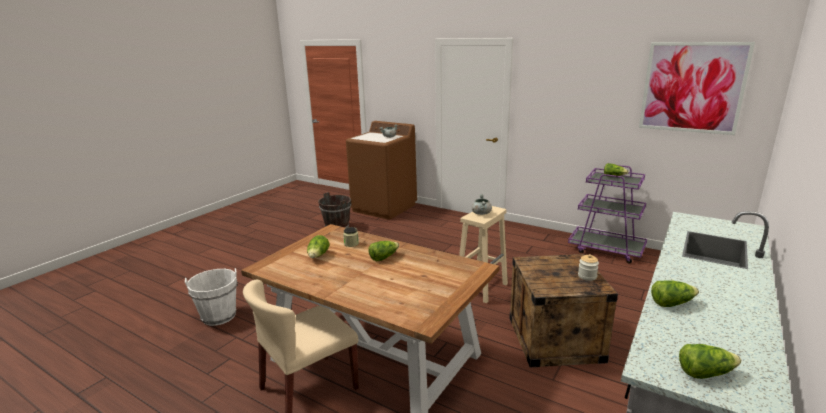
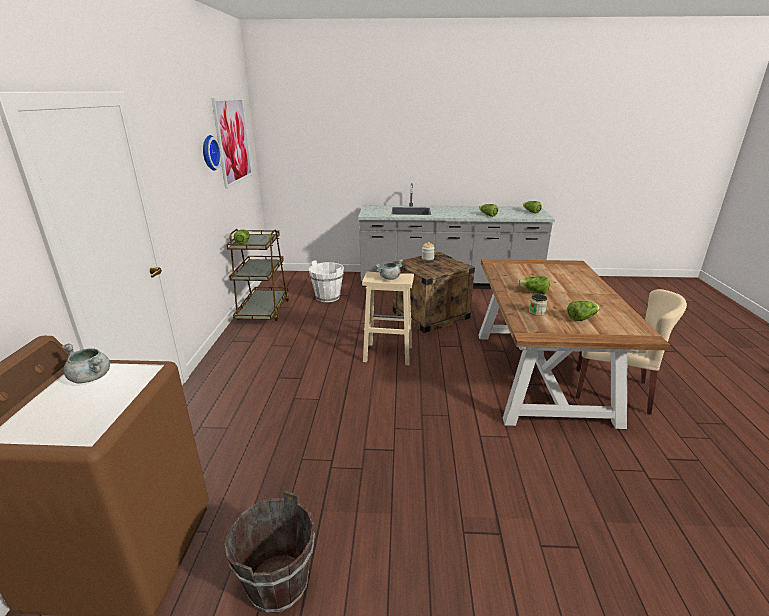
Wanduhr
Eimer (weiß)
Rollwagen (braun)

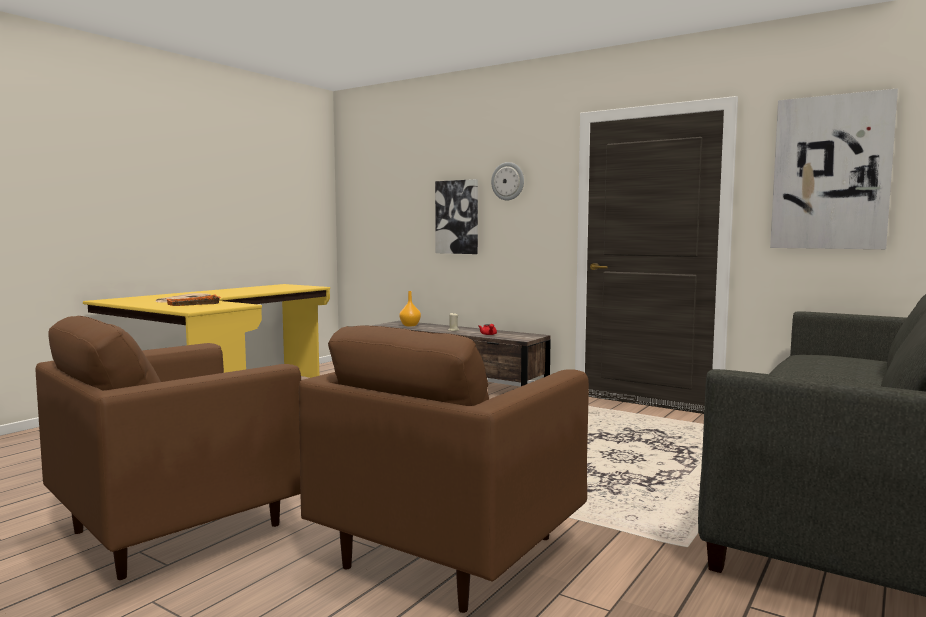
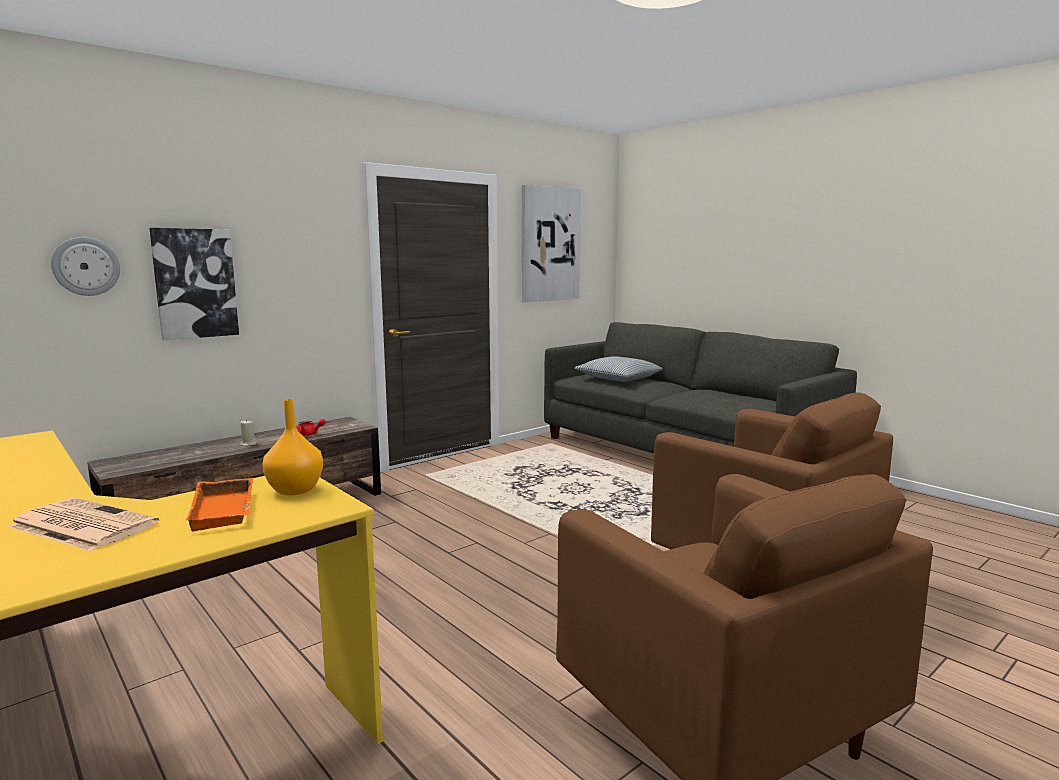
Kissen
Vase (orange)
Wanduhr

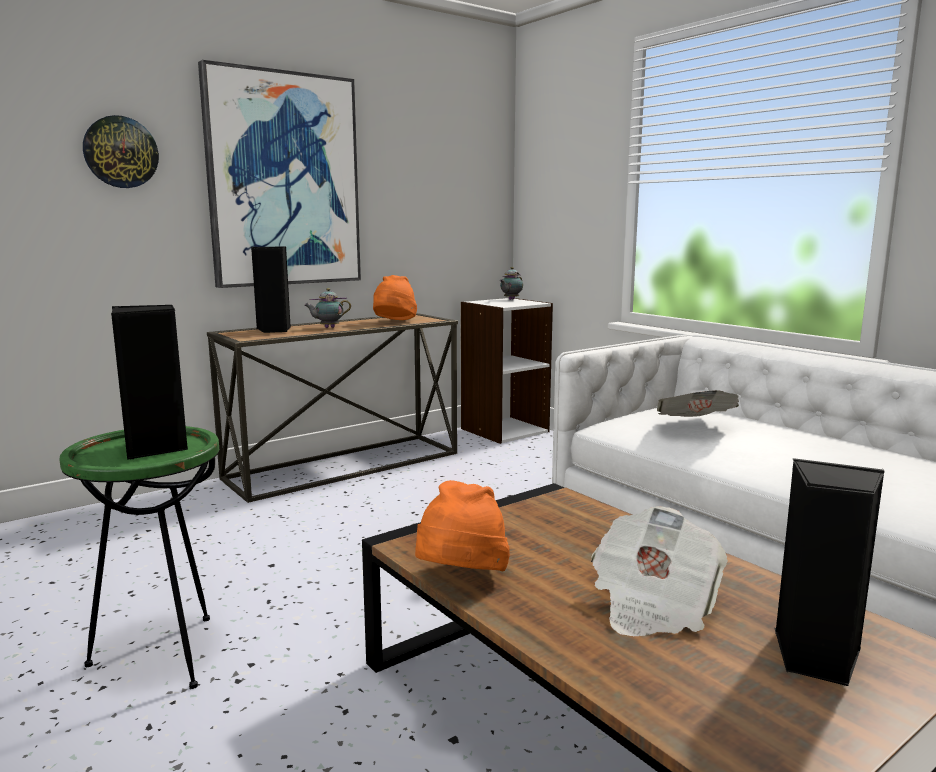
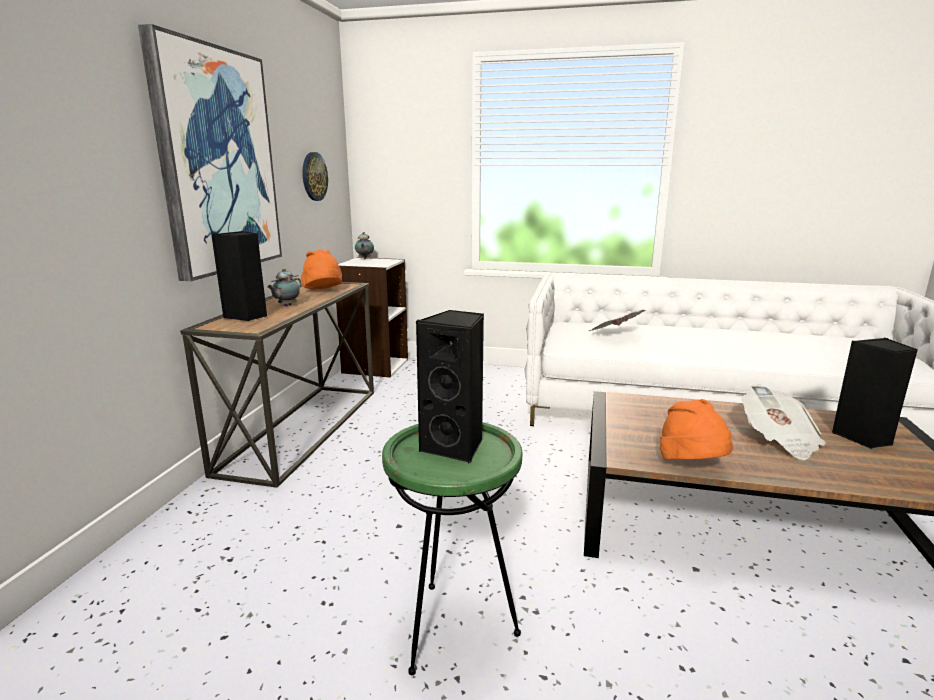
Wanduhr

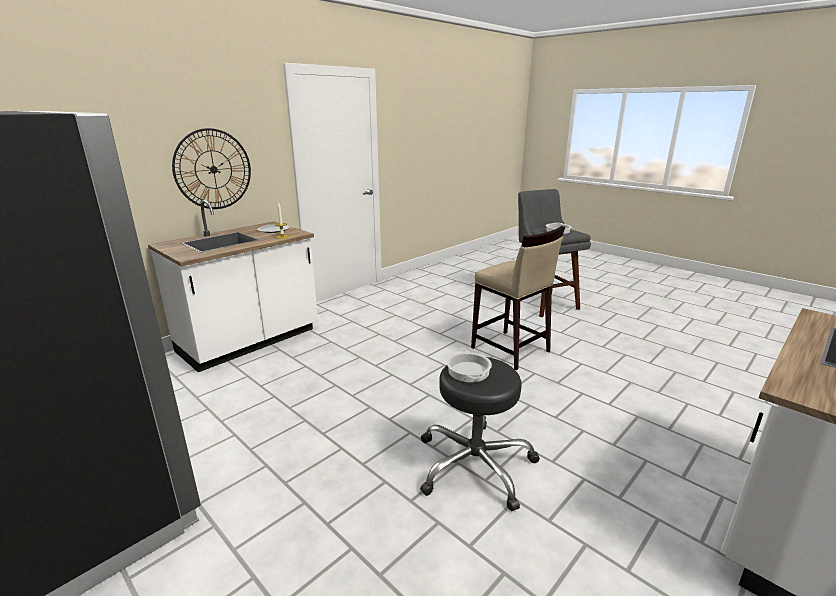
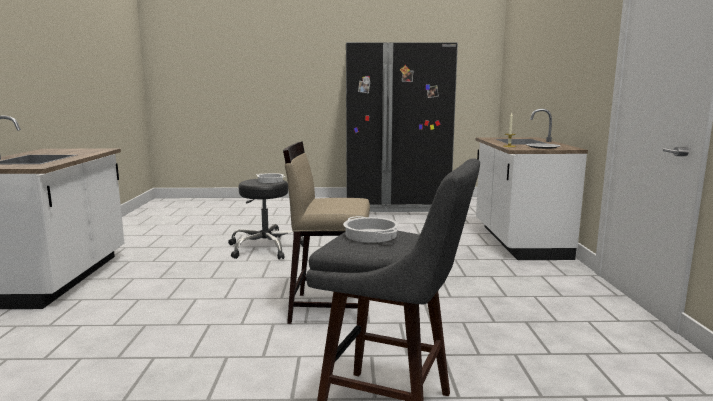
Wanduhr

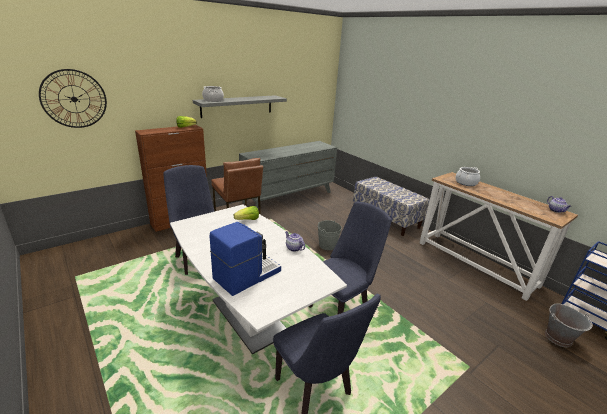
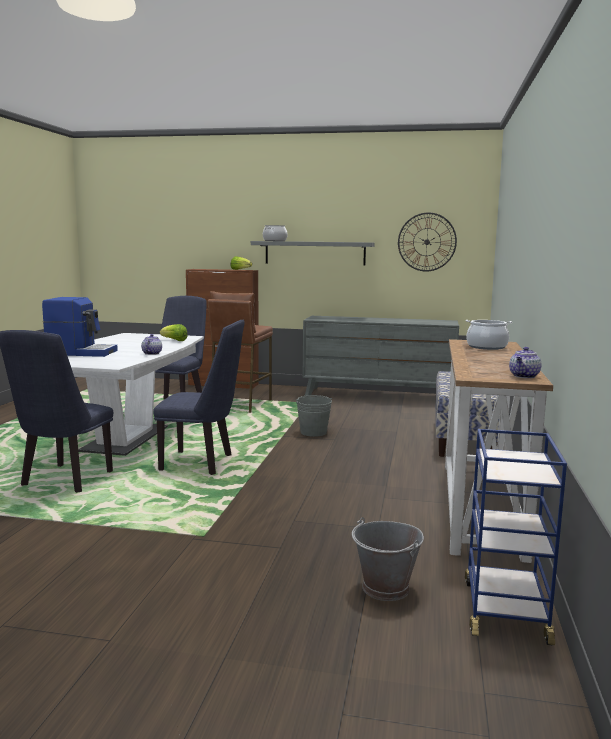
Wanduhr

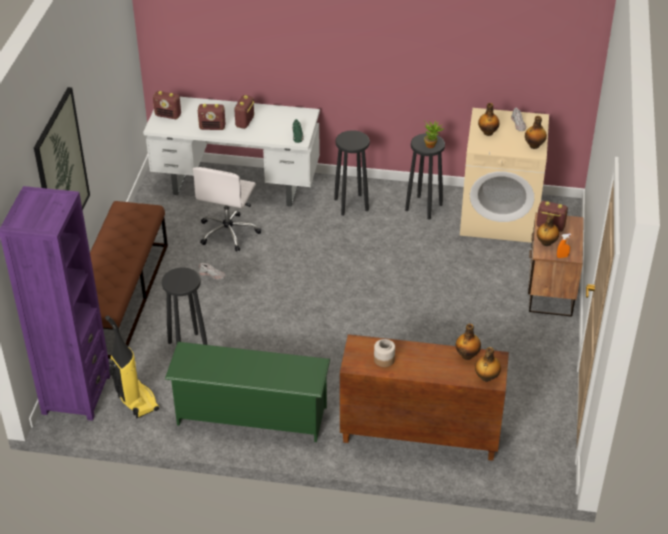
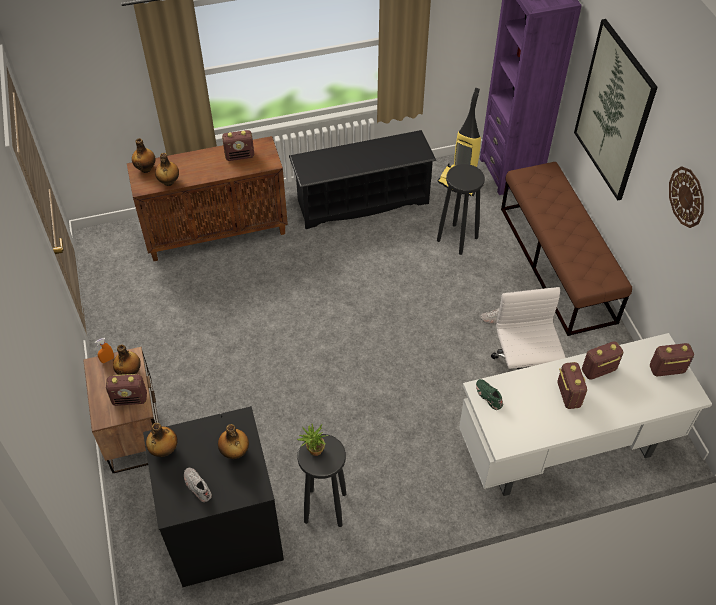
Hocker (schwarz) (no. 2 from left in the first image)
Wanduhr
Radio (no. 2 from left)
Schuhregal (schwarz)
Waschmaschine (schwarz)

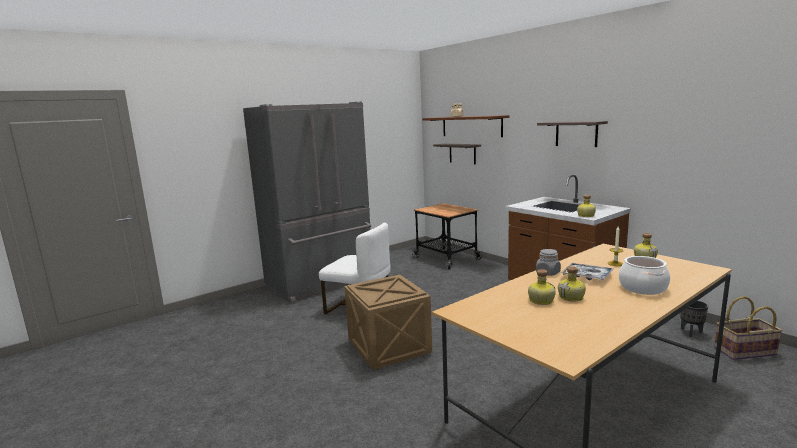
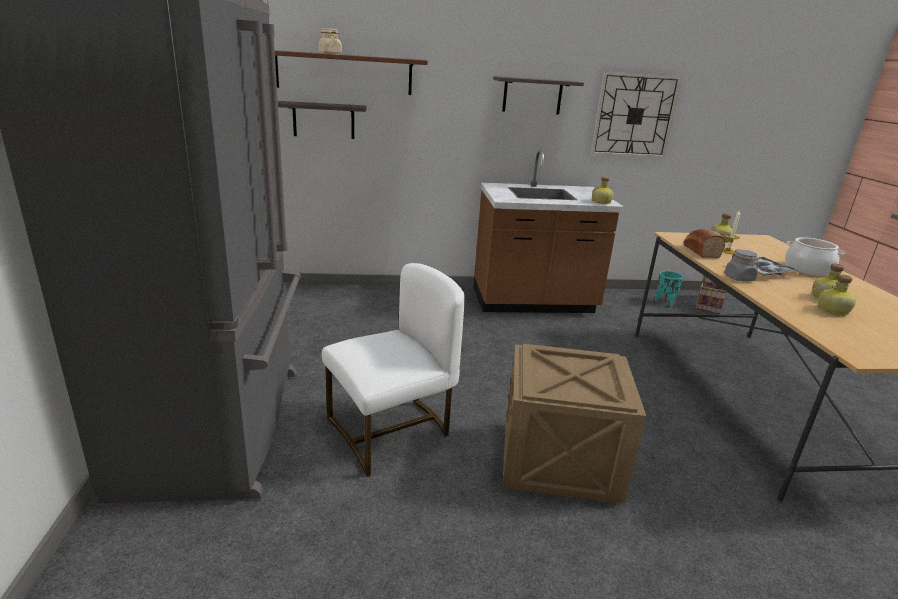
Rollwagen
Wanduhr
Brot
Pflanzkübel (türkis)

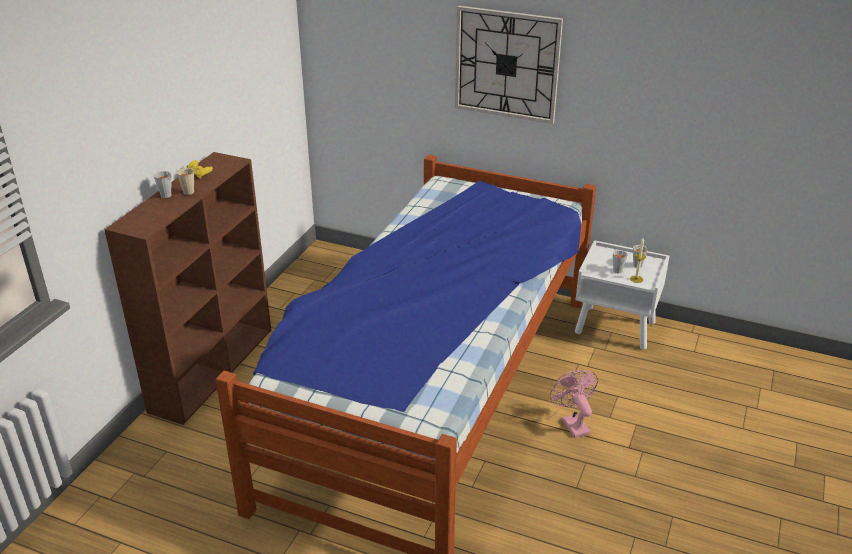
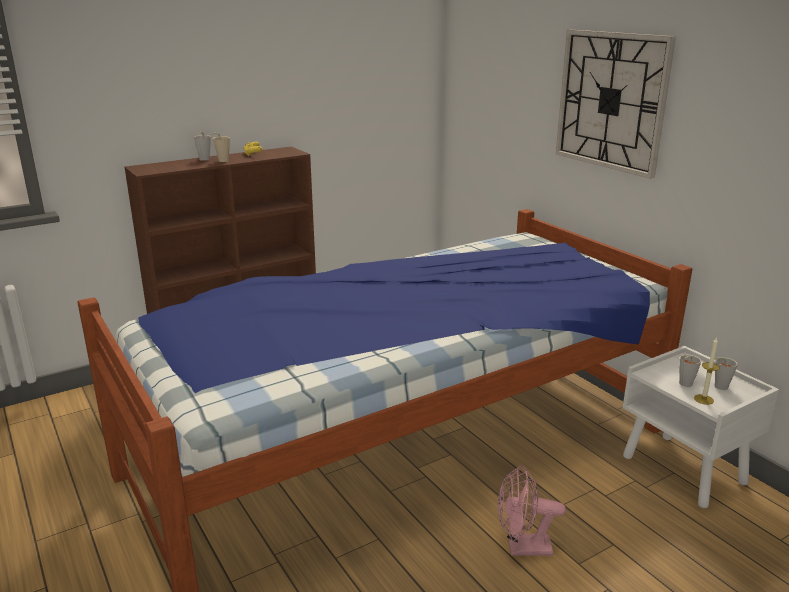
Ventilator (rosa)

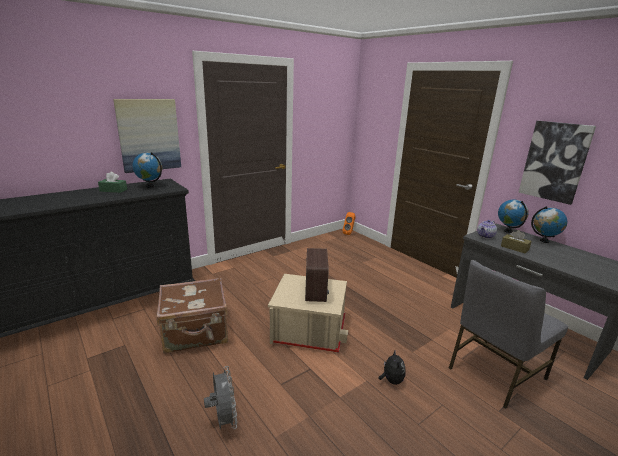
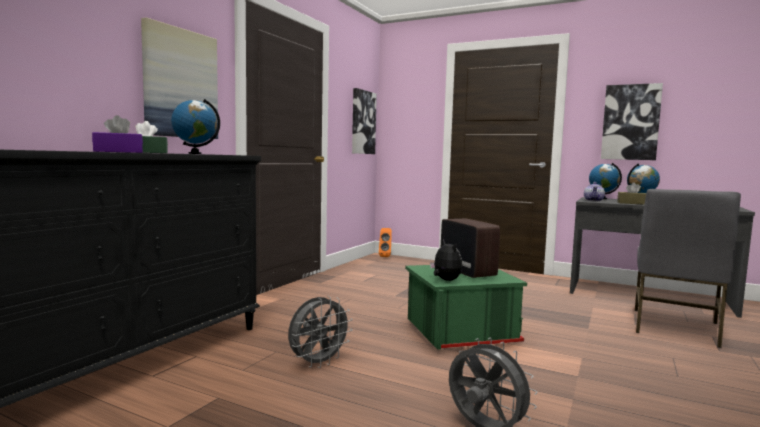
Taschentuchbox (lila)
Bild (no. 2 from left)
Plüschtier
Ventilator (grau) (no. 1 from left)
Aufbewahrungsbox (grün)

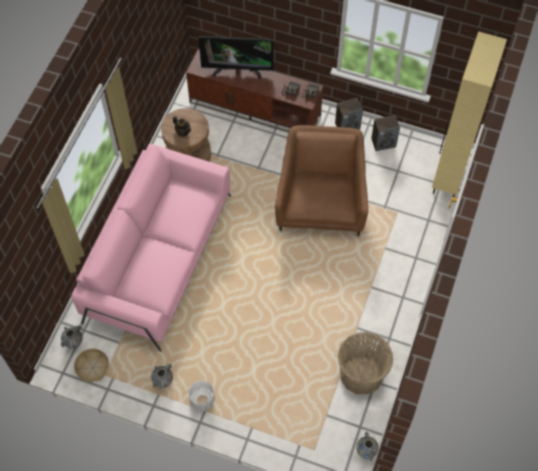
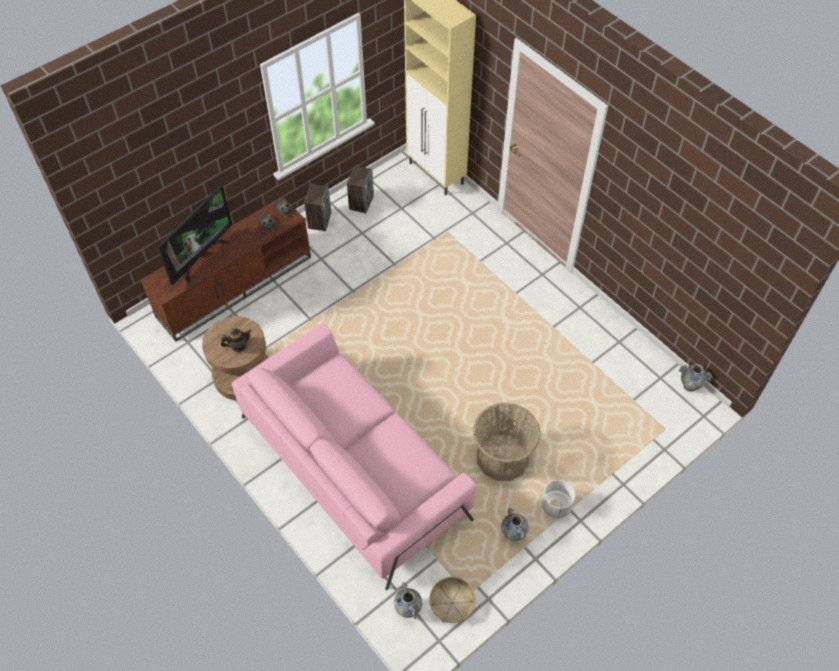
Sessel (braun)
Korb (no. 2 from left)

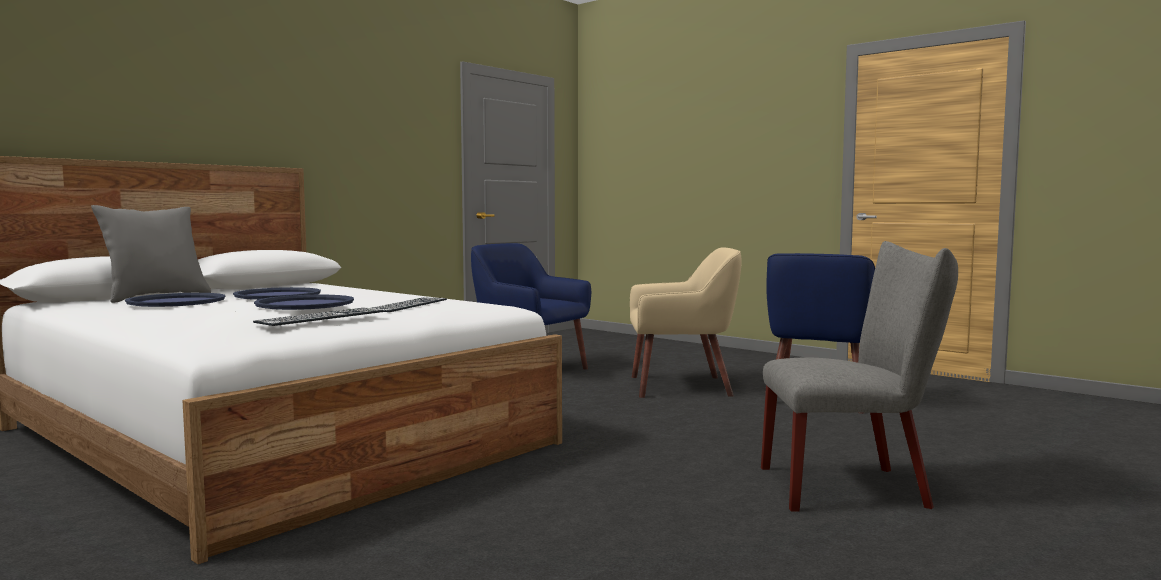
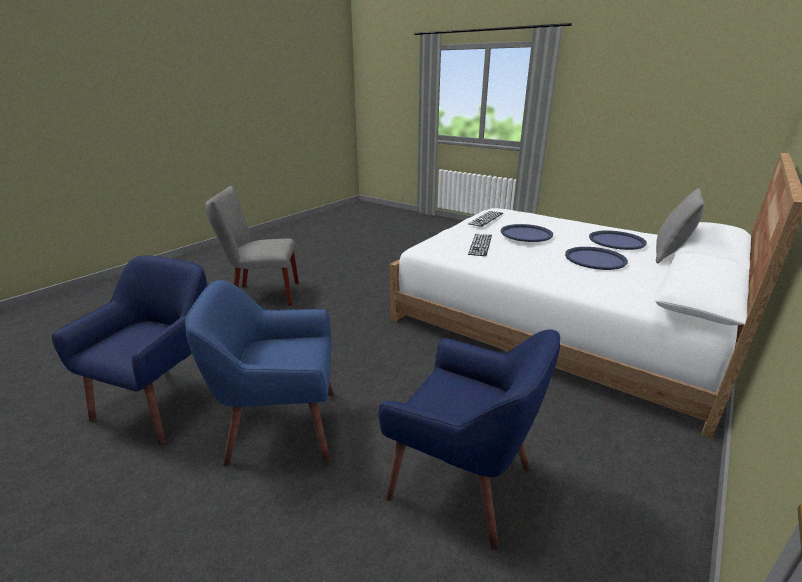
Sessel (blau) (no. 2 from left)

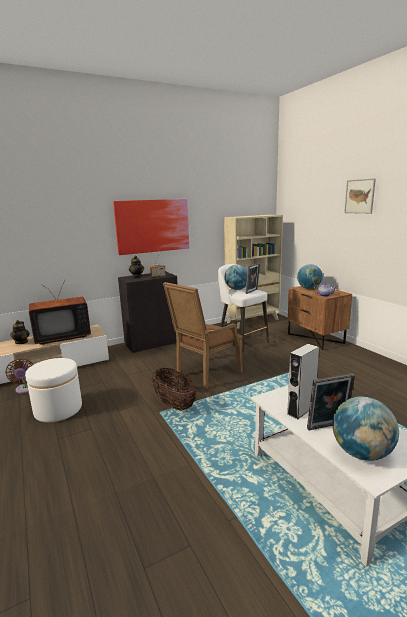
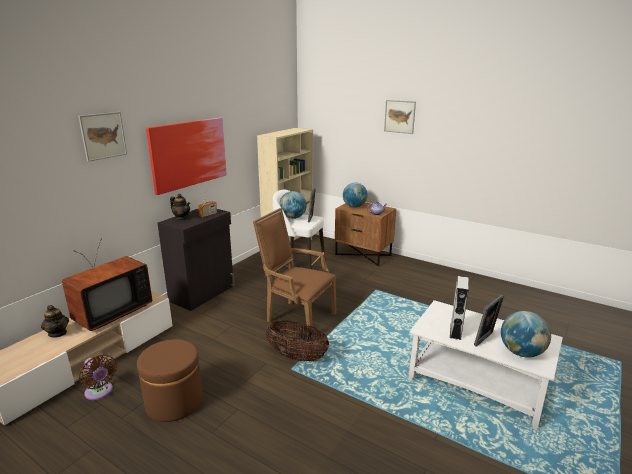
Bild (no. 1 from left)
Polsterhocker (braun)
Sessel (braun)

